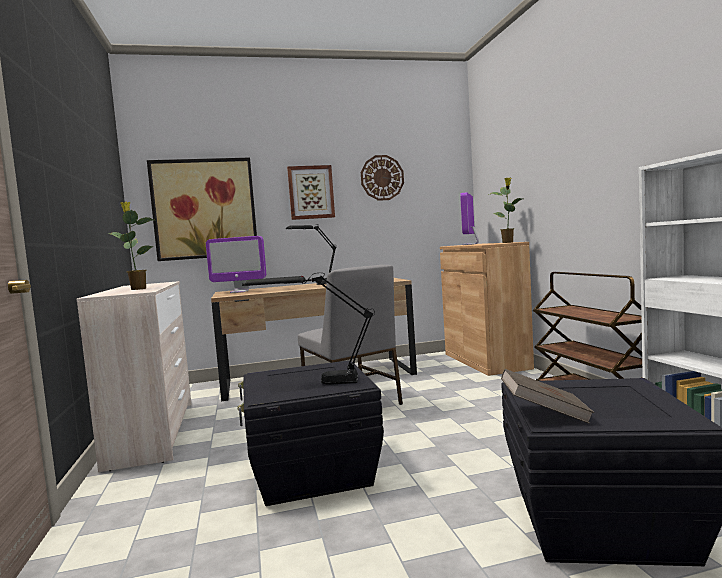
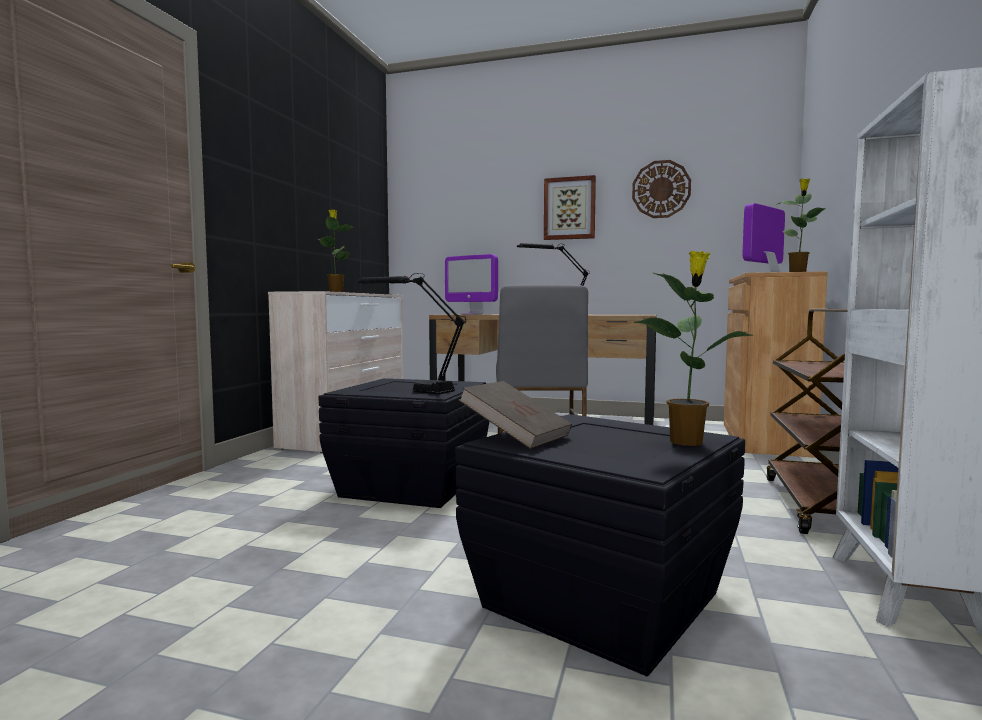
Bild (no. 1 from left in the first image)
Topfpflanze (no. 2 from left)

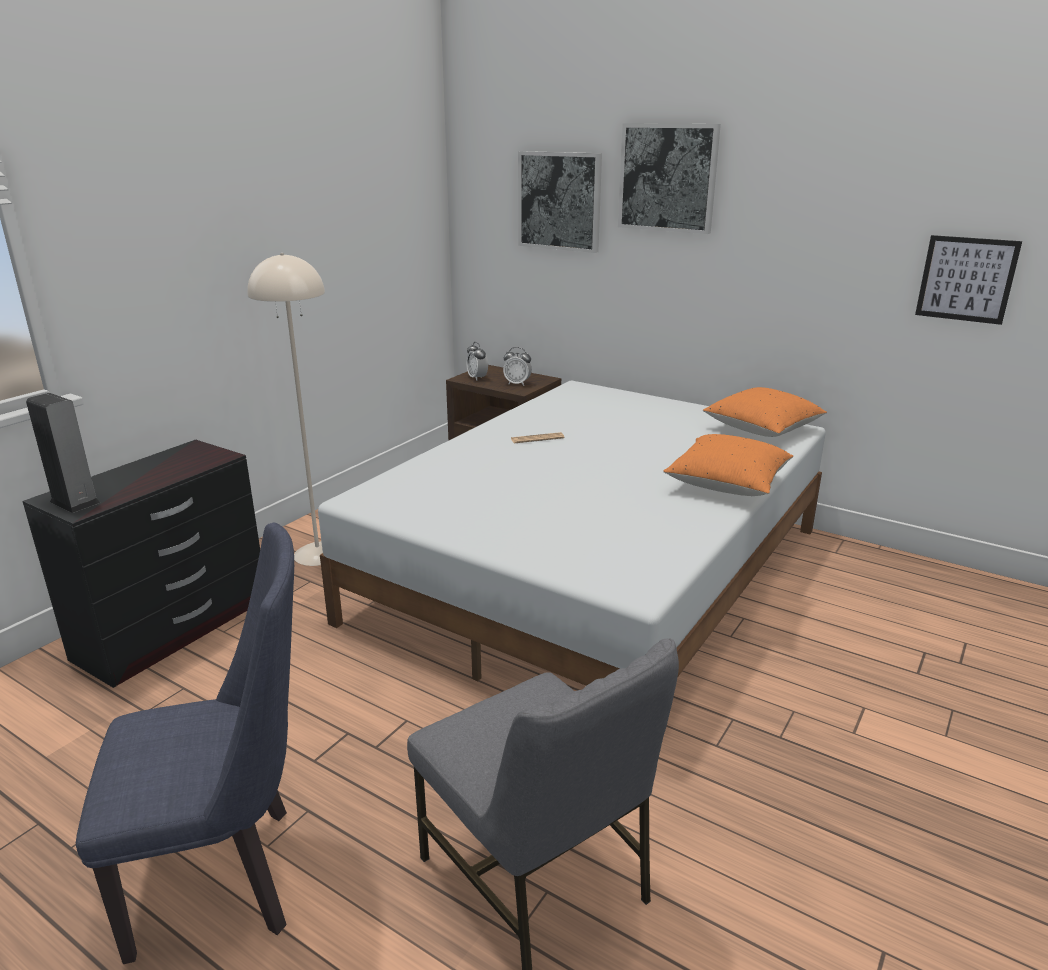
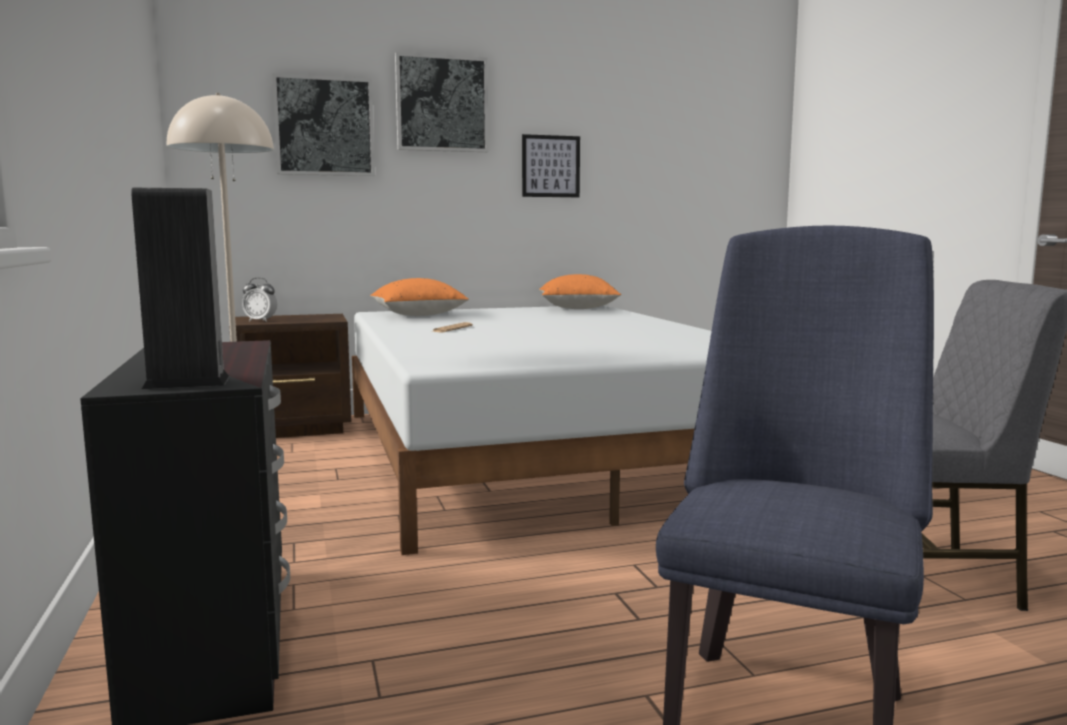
Wecker (no. 2 from left in the first image)
Kissen (orange) (no. 1 from left)
Bild (no. 3 from left)

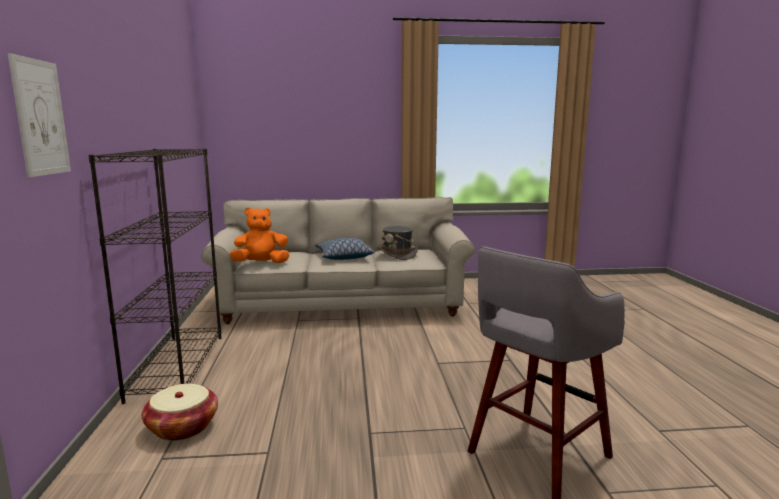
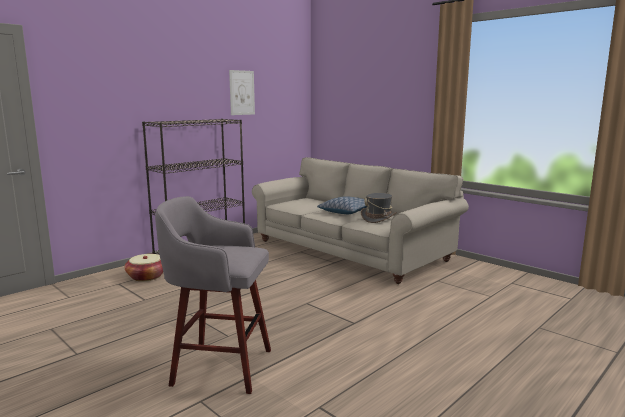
Plüschtier (orange)
Bild

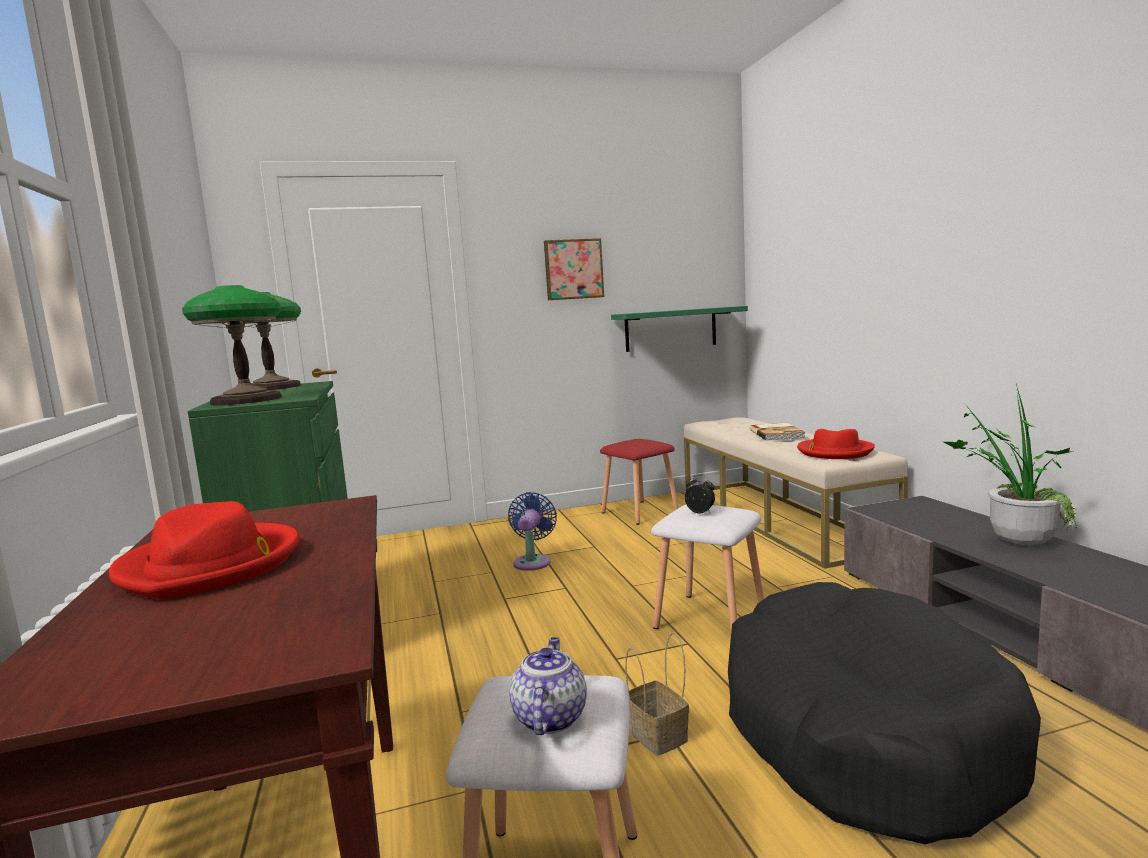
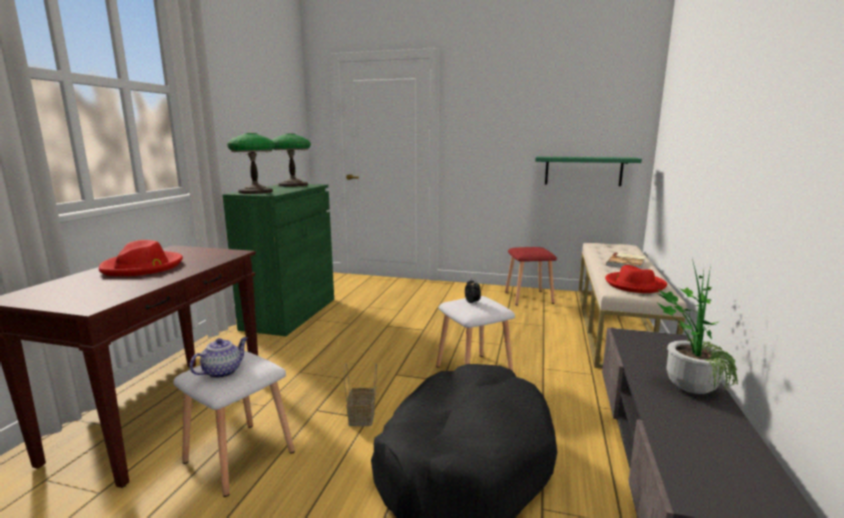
Ventilator (blau)
Bild

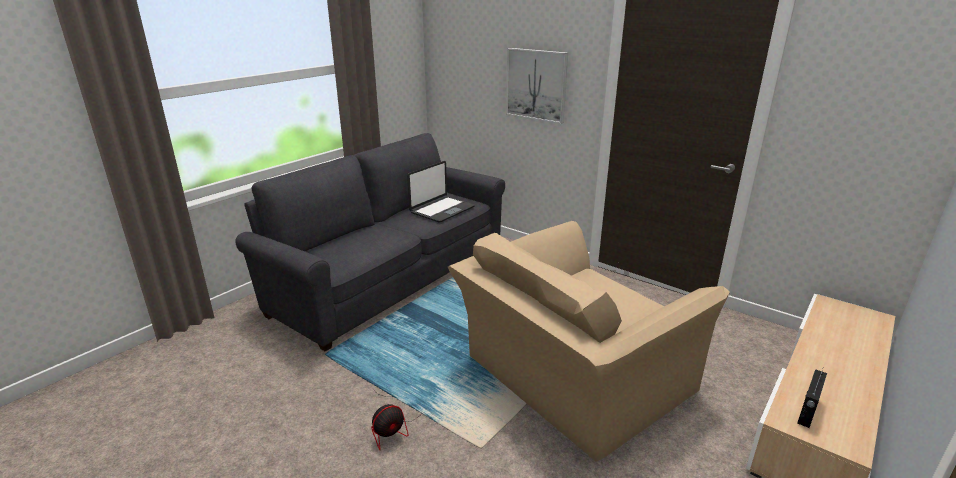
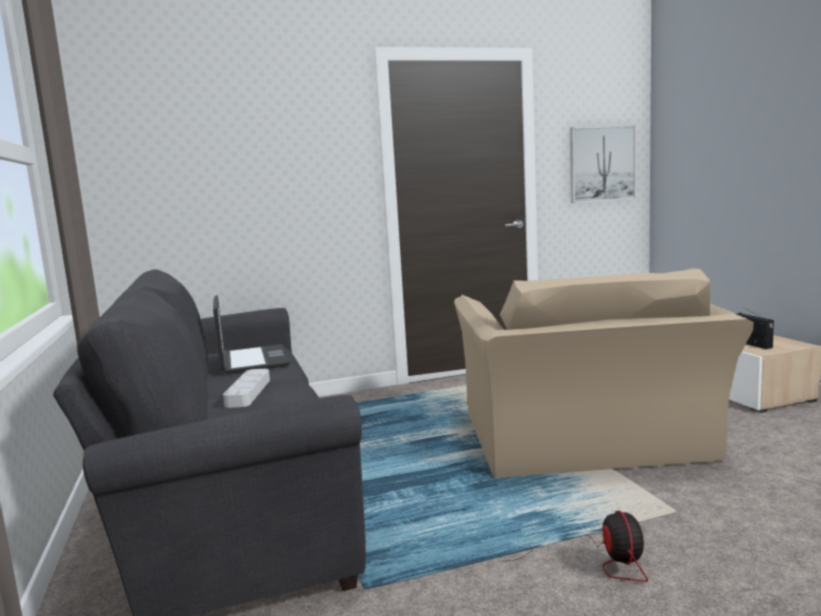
Tablett (grau)
Bild

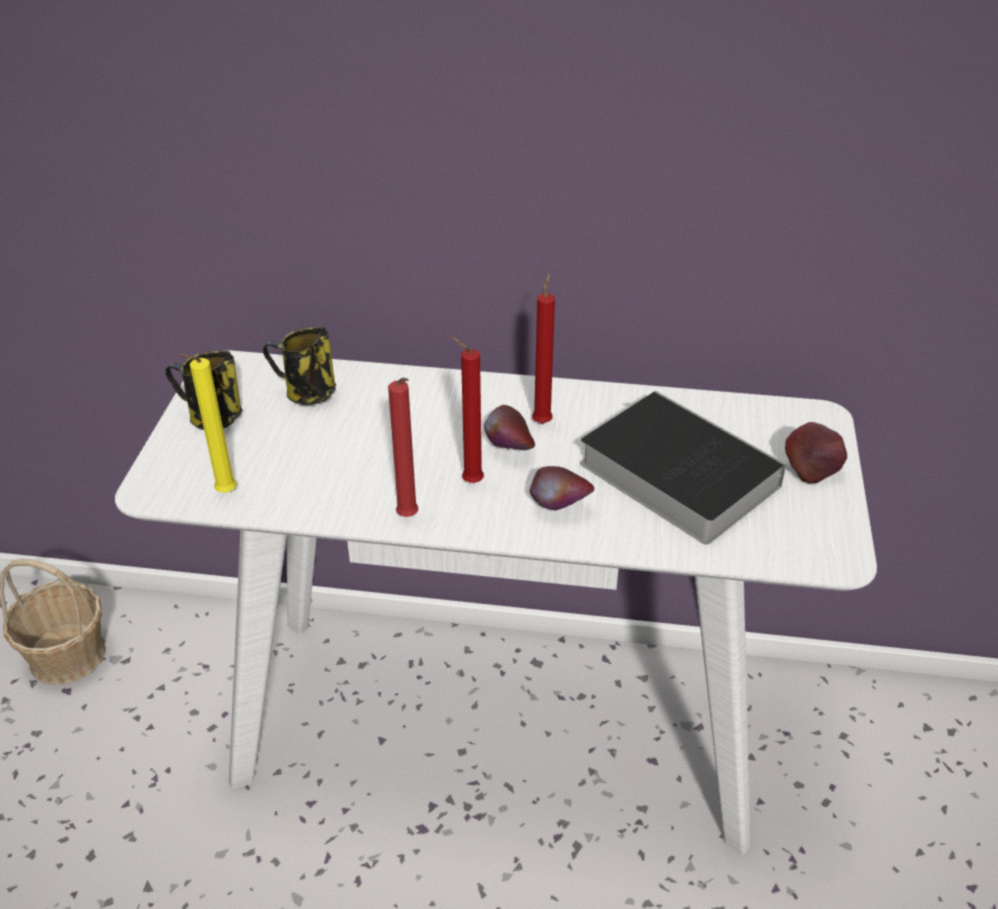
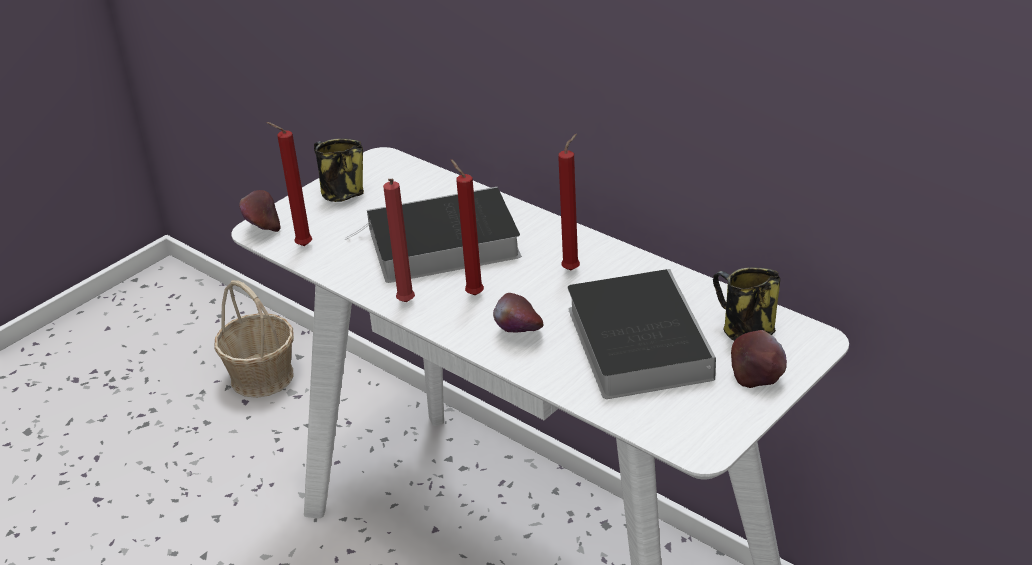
Buch (no. 1 from left)
Henkelbecher (no. 2 from left)
Apfel (no. 1 from left)
Kerze (rot) (no. 1 from left)

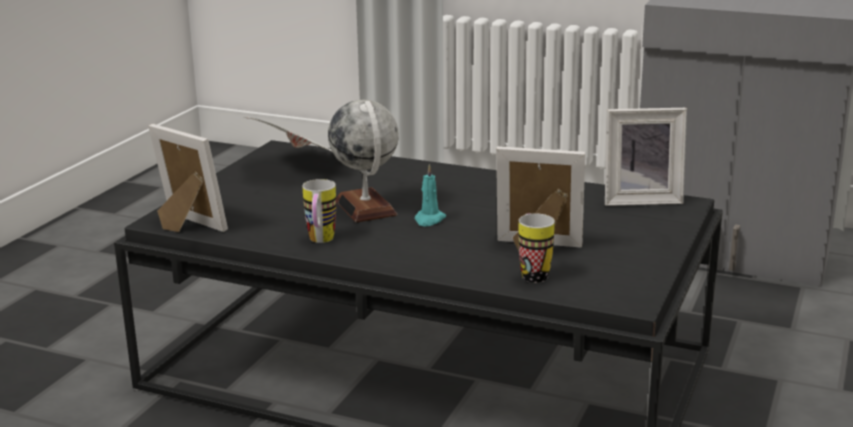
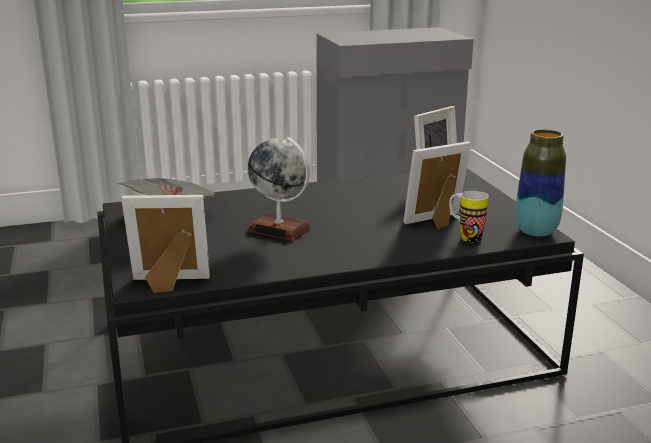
Henkelbecher (no. 1 from left in the first image)
Kerze (türkis)
Vase

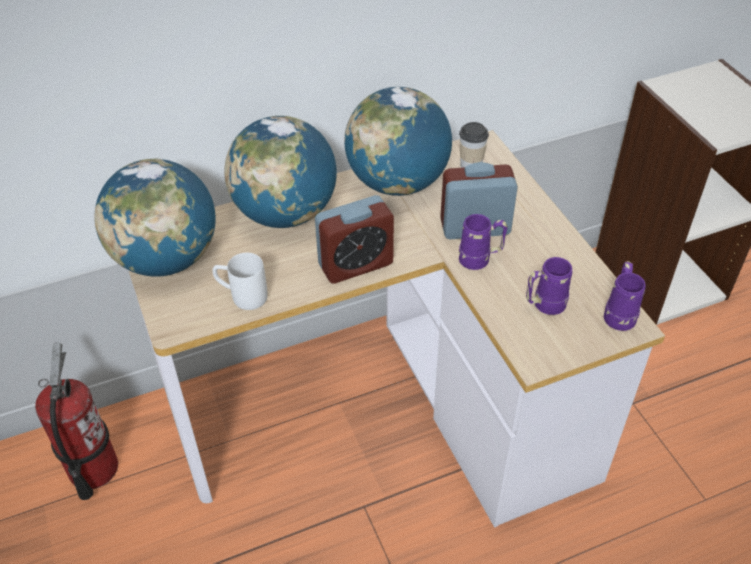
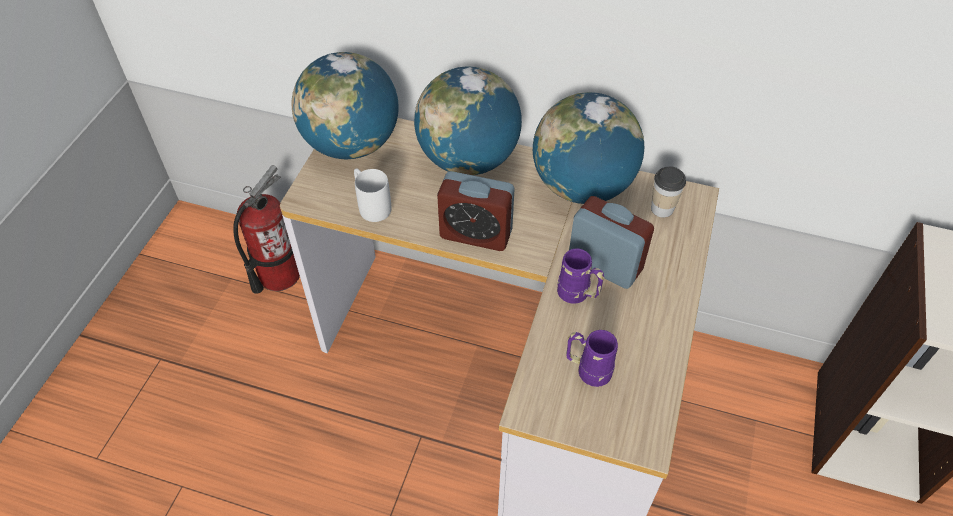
Henkelbecher (lila) (no. 3 from left in the first image)

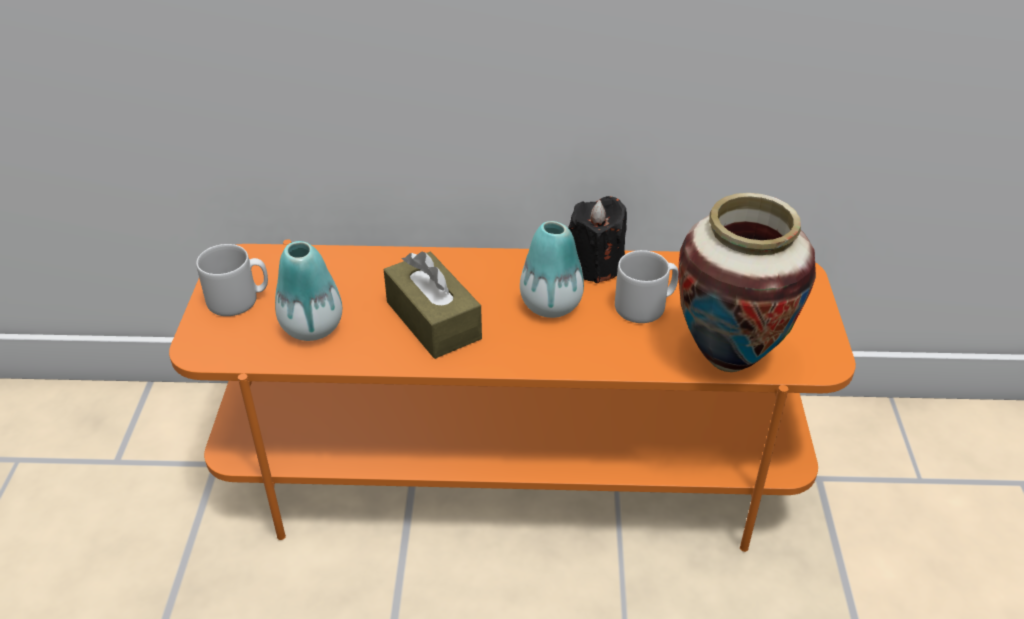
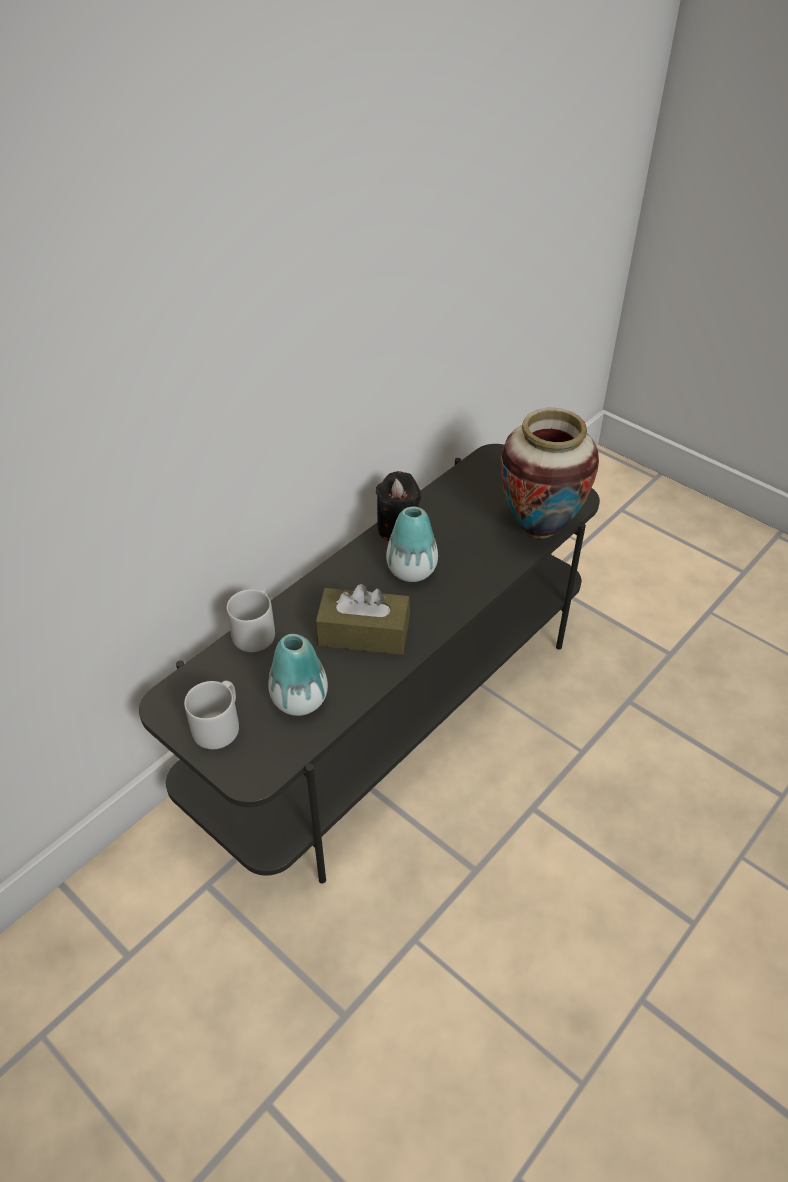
Henkelbecher (grau) (no. 2 from left)
Fernsehschrank (grau)

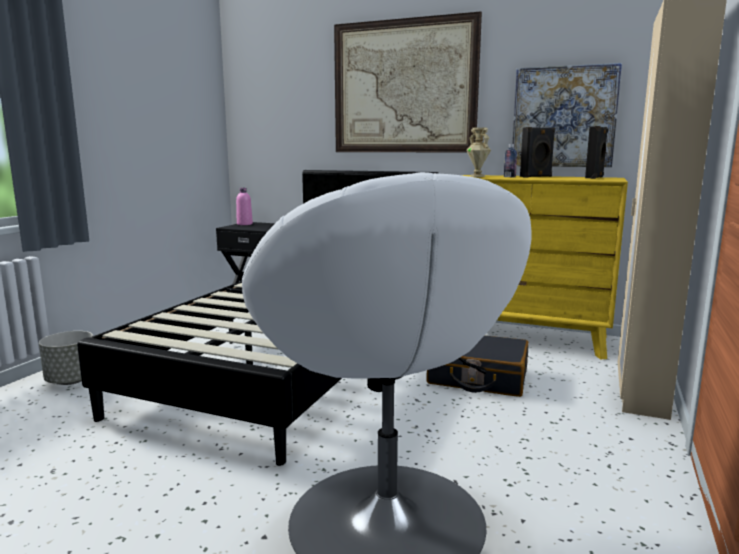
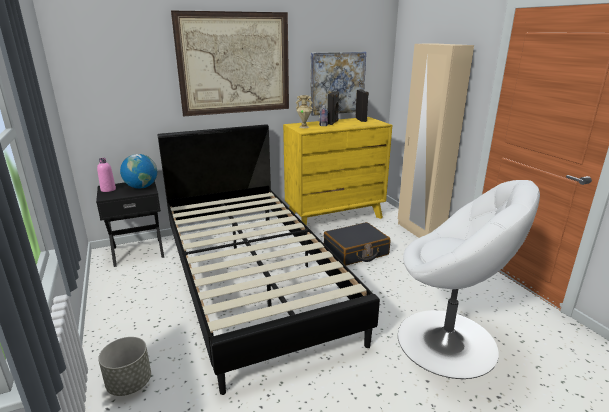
Globus

